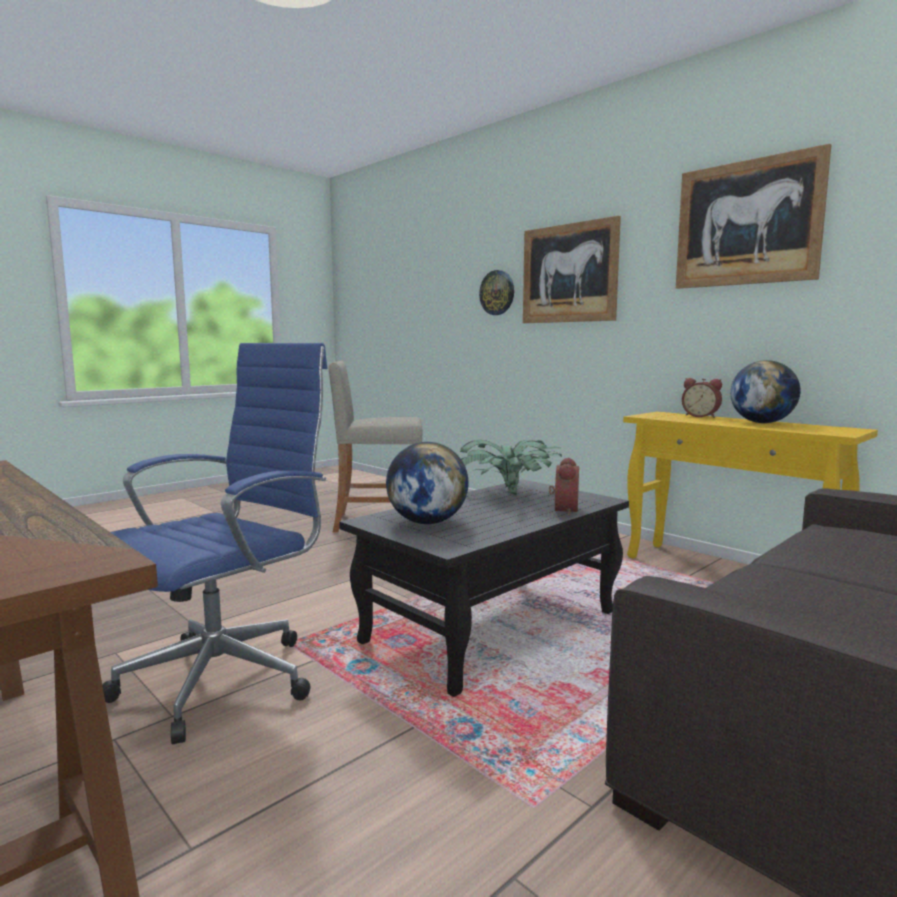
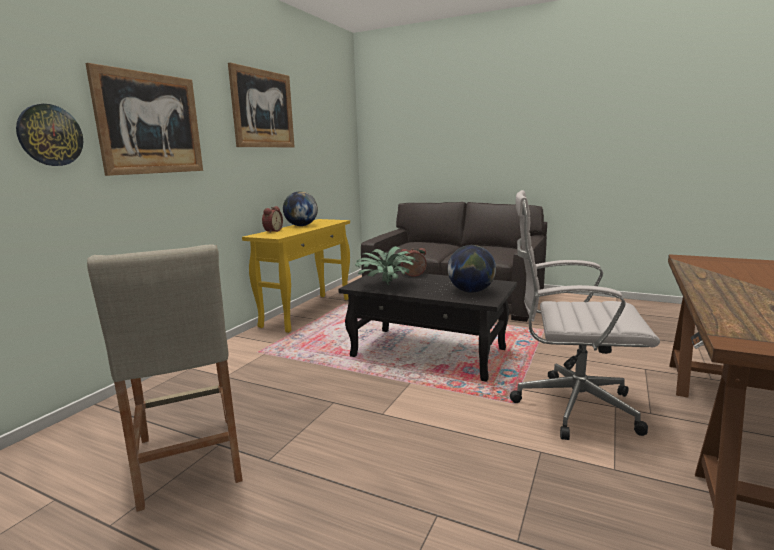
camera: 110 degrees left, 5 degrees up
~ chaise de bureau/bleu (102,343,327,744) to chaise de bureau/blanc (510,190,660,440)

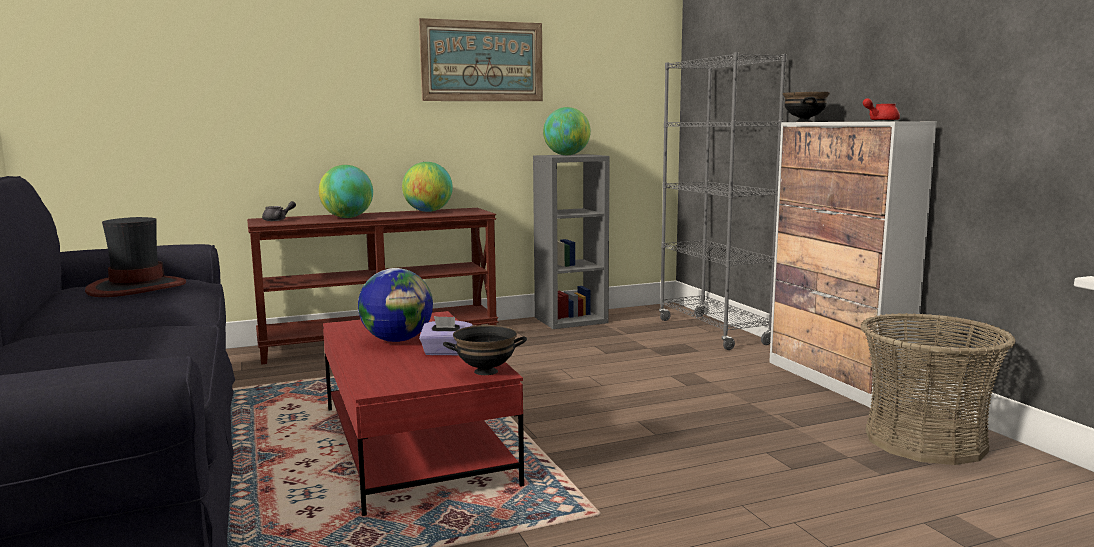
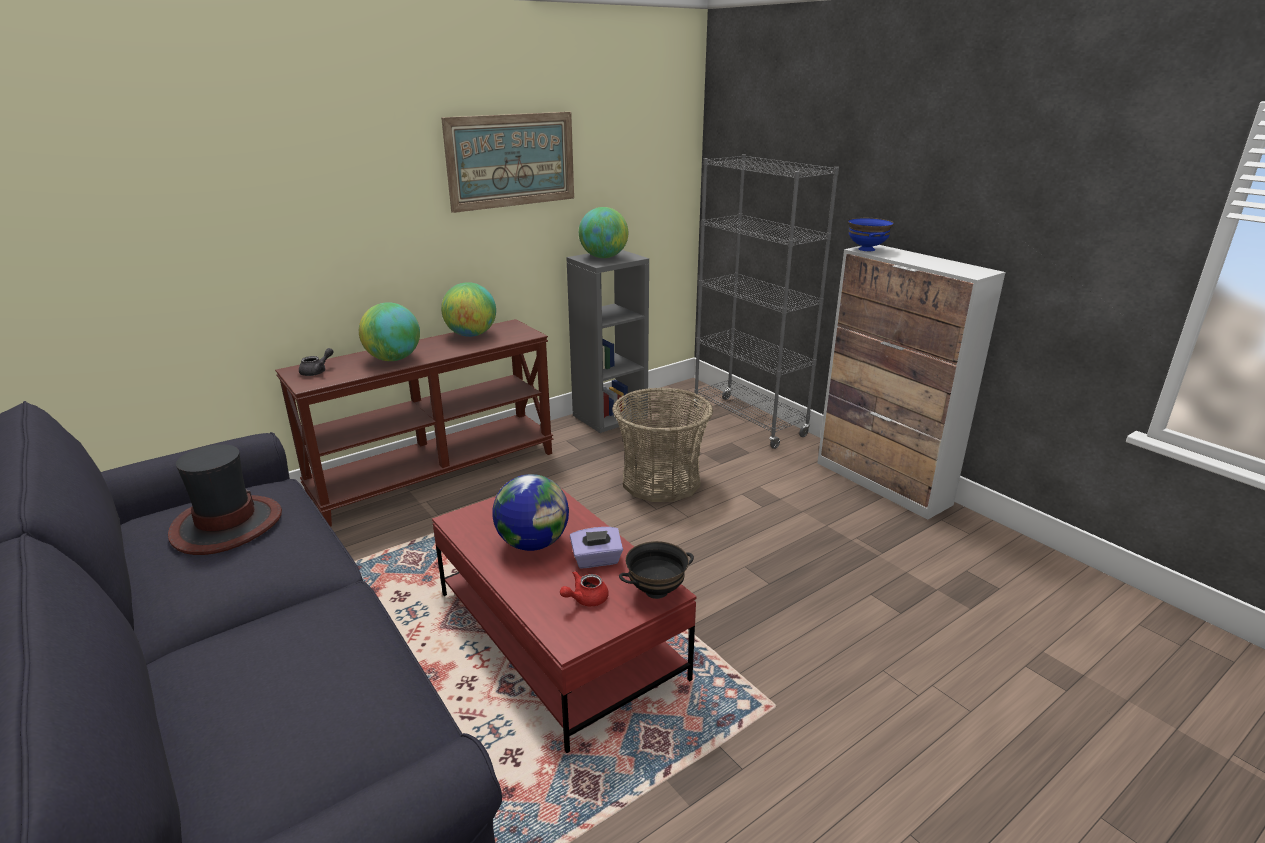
camera: 15 degrees left, 15 degrees up
~ bol/noir (783,92,830,122) to bol/bleu (848,218,894,251)
~ panier (861,313,1015,465) to (612,387,713,502)
~ théière/rouge (863,98,900,121) to (560,571,609,607)

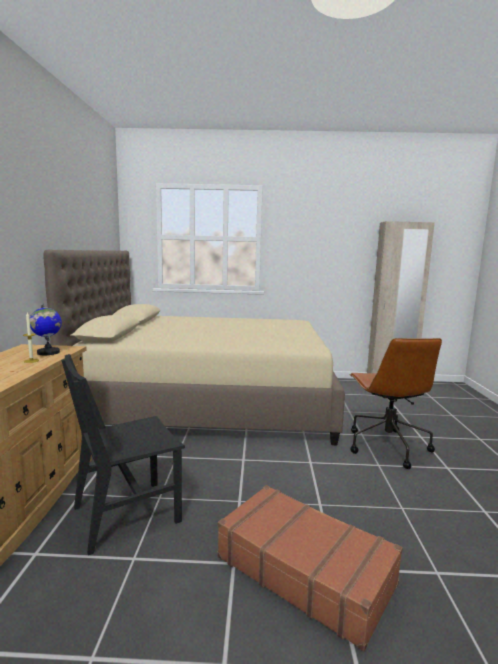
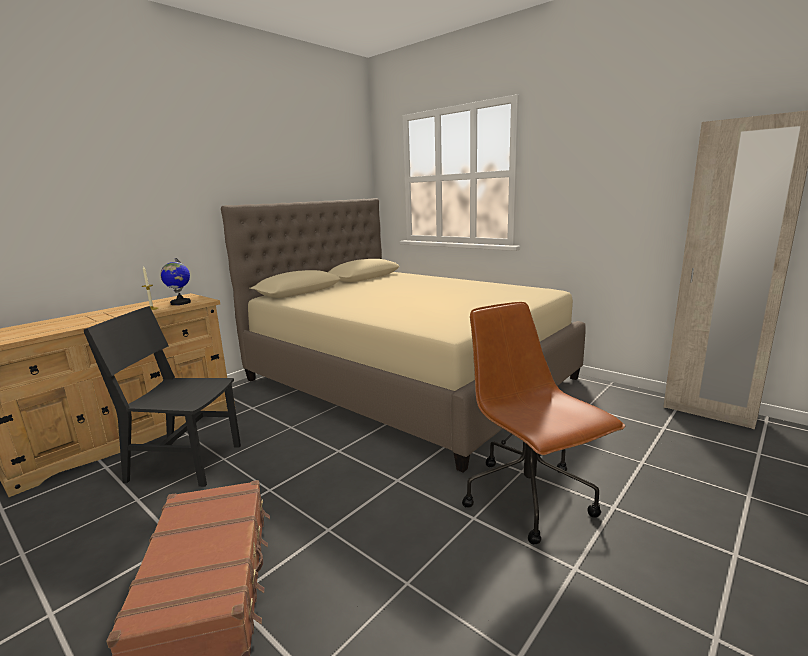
camera: 40 degrees right, 5 degrees up
~ chaise de bureau/marron (349,338,442,469) = (462,302,625,544) 120 degrees clockwise

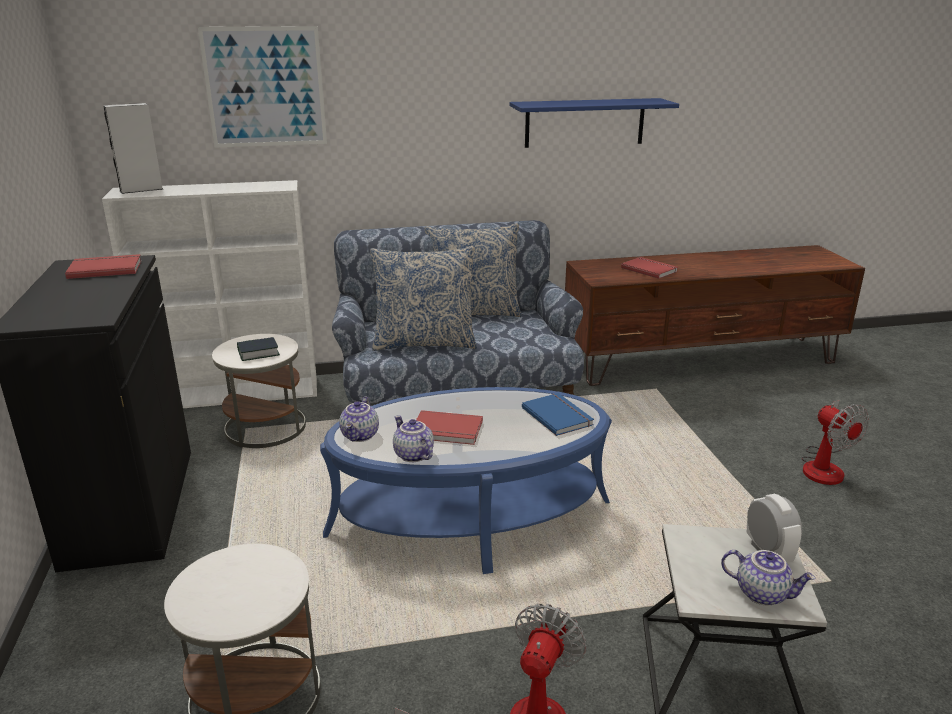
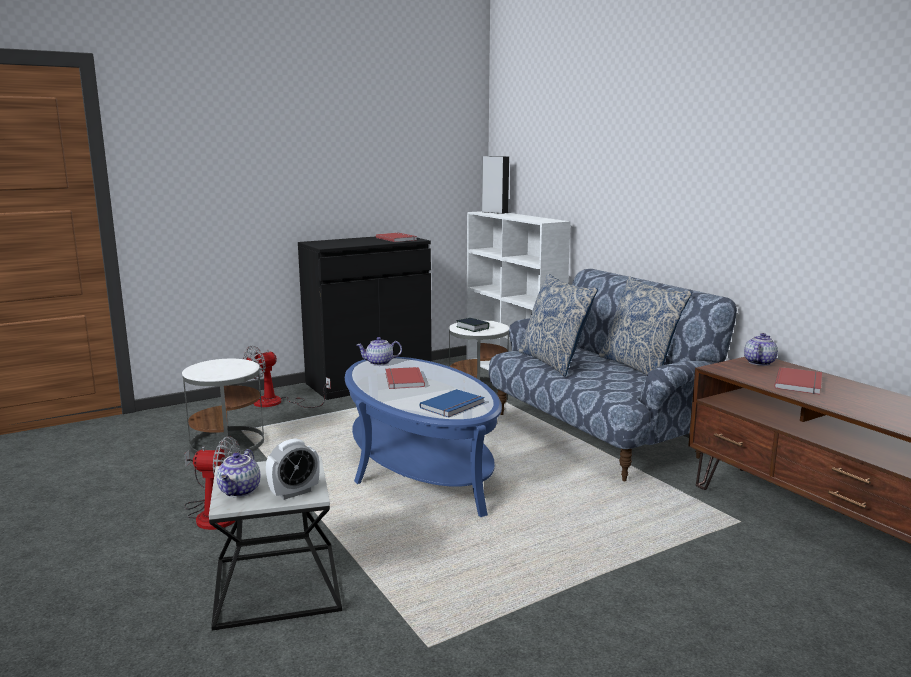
camera: 70 degrees right, 10 degrees down
- tableau (198,26,327,148)
~ théière (393,415,434,462) to (744,333,778,366)
- étagère/bleu (510,98,679,148)
~ ventilateur (801,400,869,485) to (243,345,331,408)

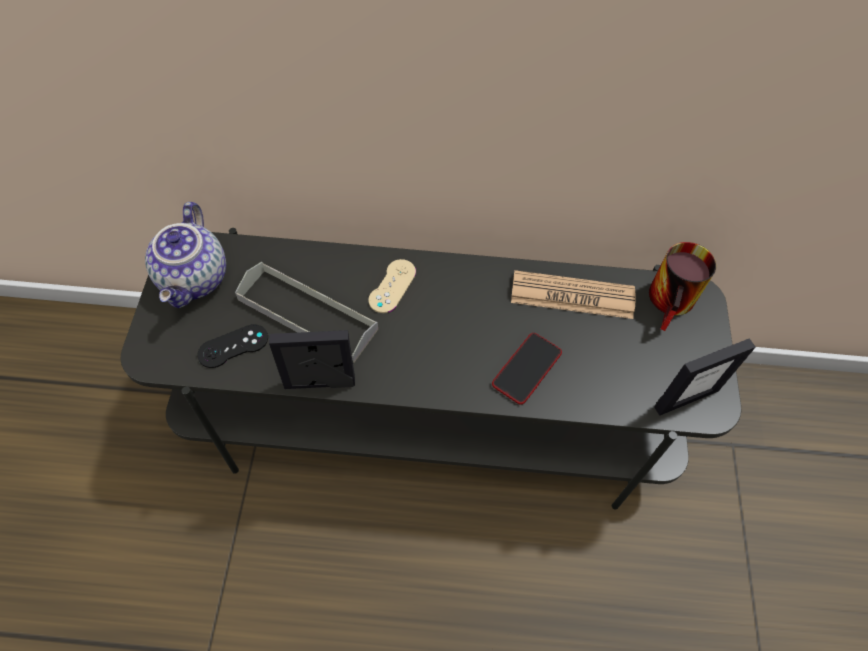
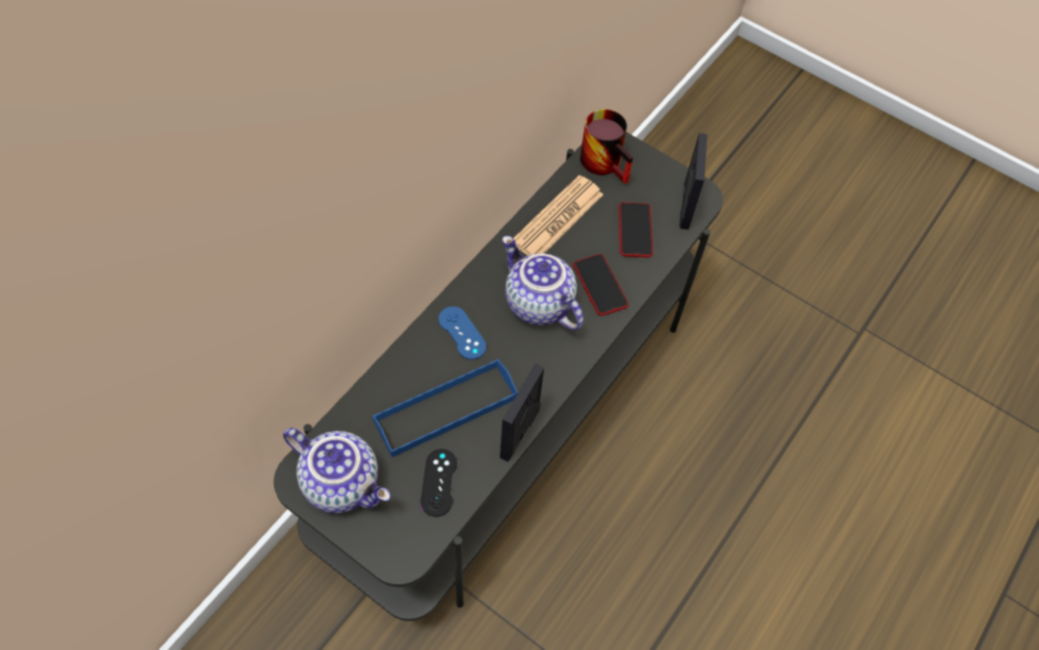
camera: 60 degrees left, 0 degrees up
~ plateau/gris (235,262,378,363) to plateau/bleu (372,359,518,457)
~ manette/beige (368,259,416,313) to manette/bleu (438,306,486,360)
+ théière (502,236,584,330)
+ téléphone (619,202,653,257)

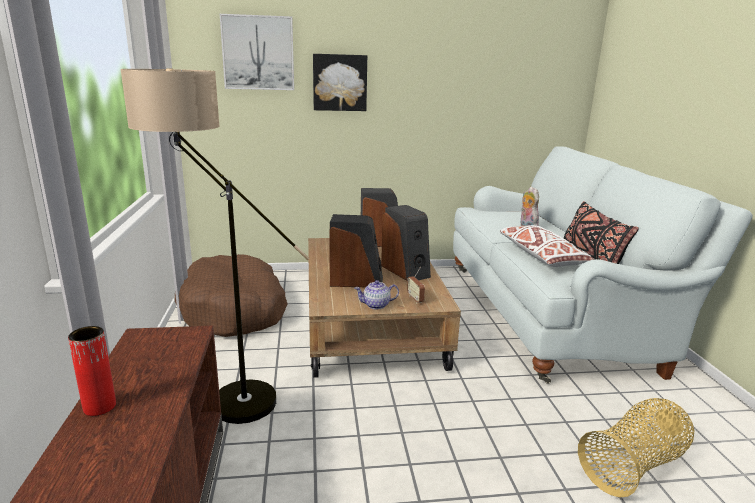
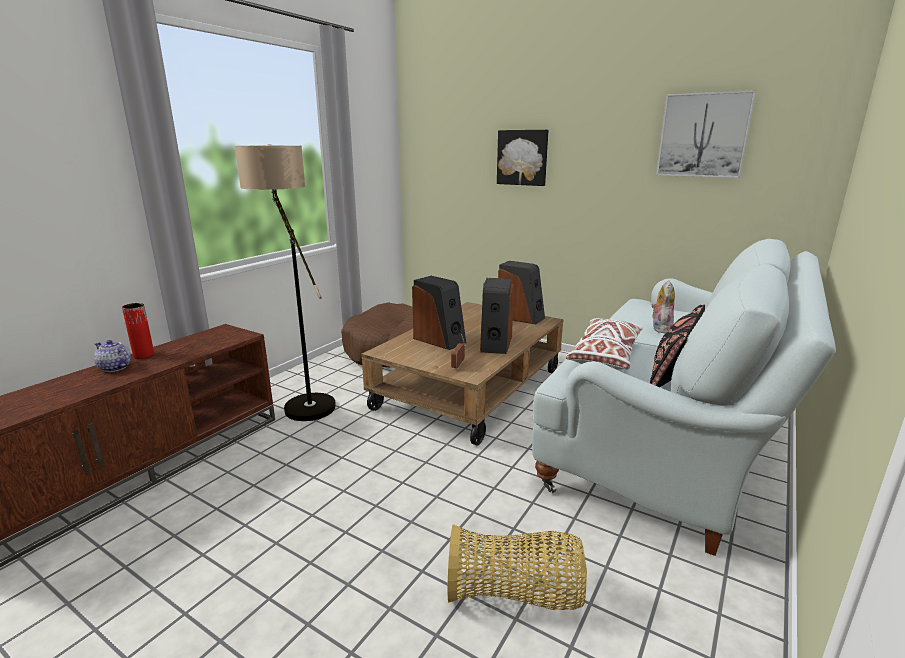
camera: 40 degrees right, 0 degrees up
~ tableau (220,14,294,90) to (656,90,756,178)
~ théière (354,280,399,309) to (94,340,131,372)

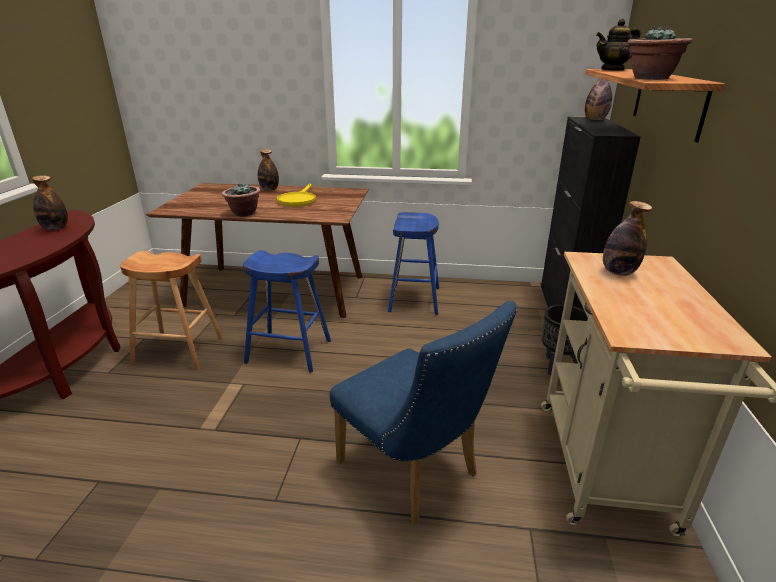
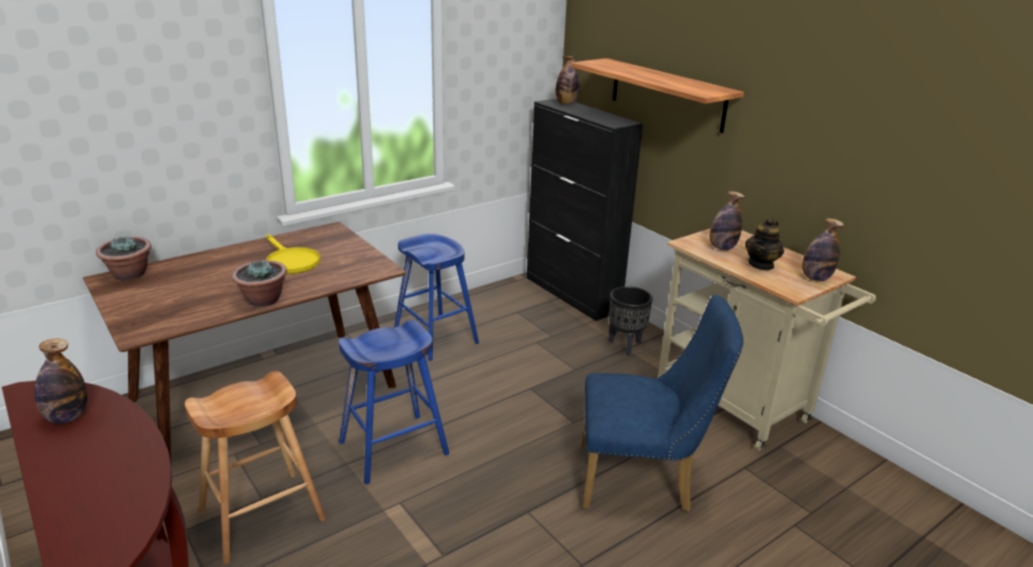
camera: 45 degrees left, 0 degrees up
~ bouteille (258,149,279,191) to (802,218,844,281)
~ théière (596,19,641,71) to (745,217,784,271)
~ plante en pot (627,27,692,80) to (96,237,151,280)

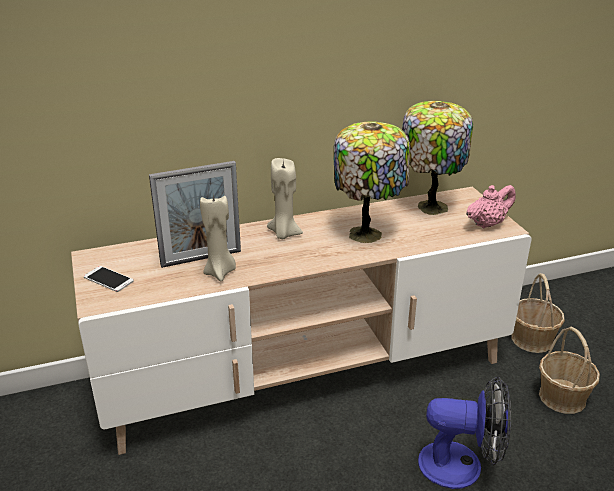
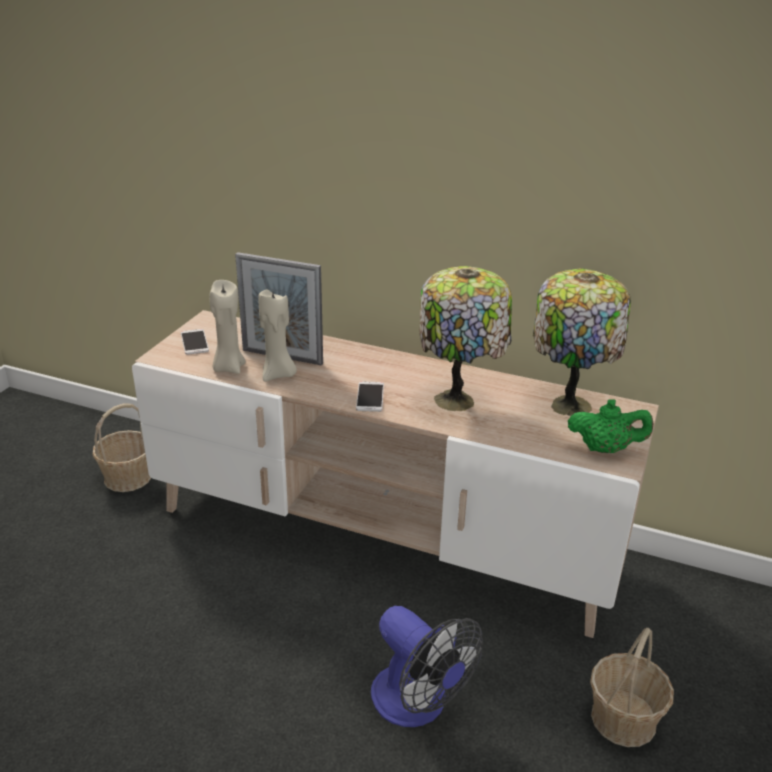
camera: 40 degrees right, 0 degrees up
~ bougie/beige (267,158,303,239) to (209,280,246,374)
~ théière/rose (466,185,516,228) to théière/vert (568,399,654,453)
~ panier (512,273,565,353) to (93,403,151,492)
+ téléphone (356,381,384,412)

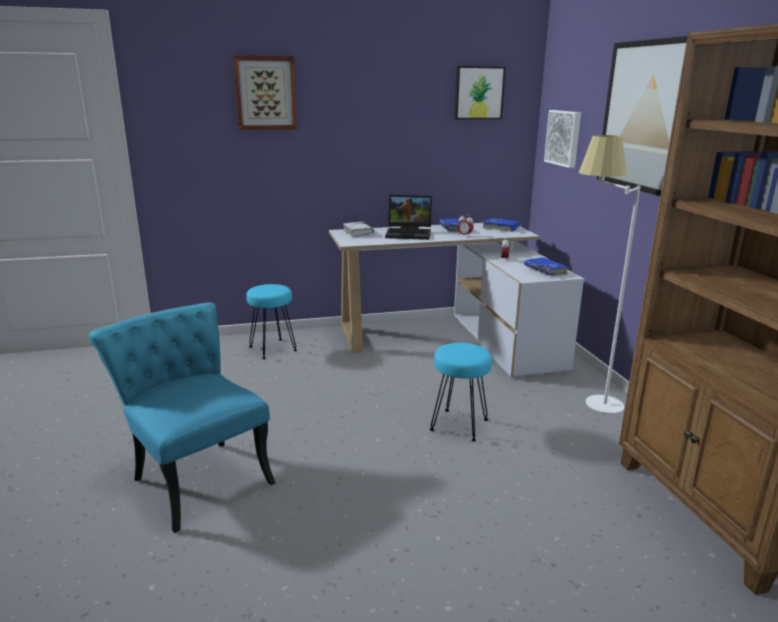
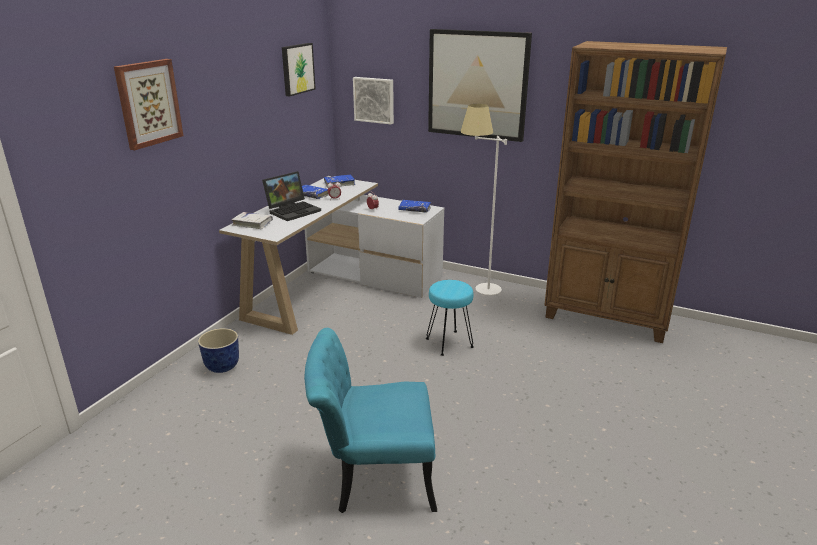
camera: 50 degrees left, 5 degrees up
~ tabouret/turquoise (246,284,297,359) to cache-pot (198,328,239,373)

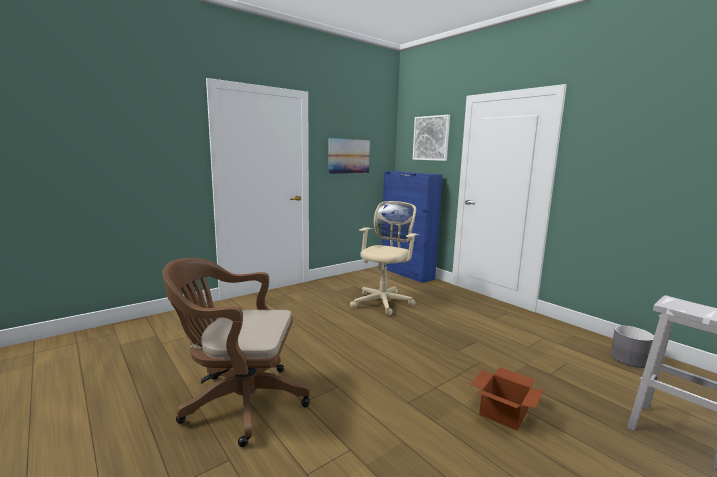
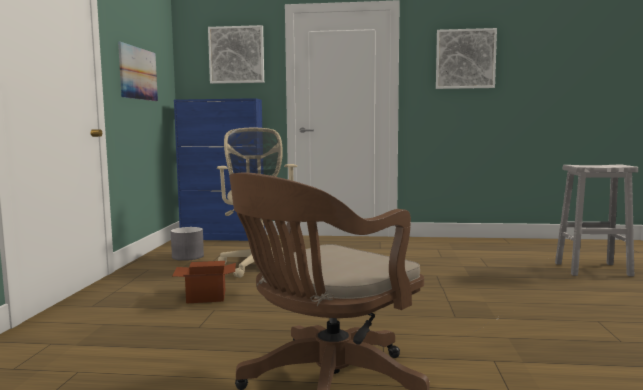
camera: 45 degrees left, 5 degrees down
~ carton (470,367,544,431) to (173,261,236,304)
~ cache-pot/gris (610,326,654,368) to (171,227,204,261)
+ tableau (436,28,497,89)

